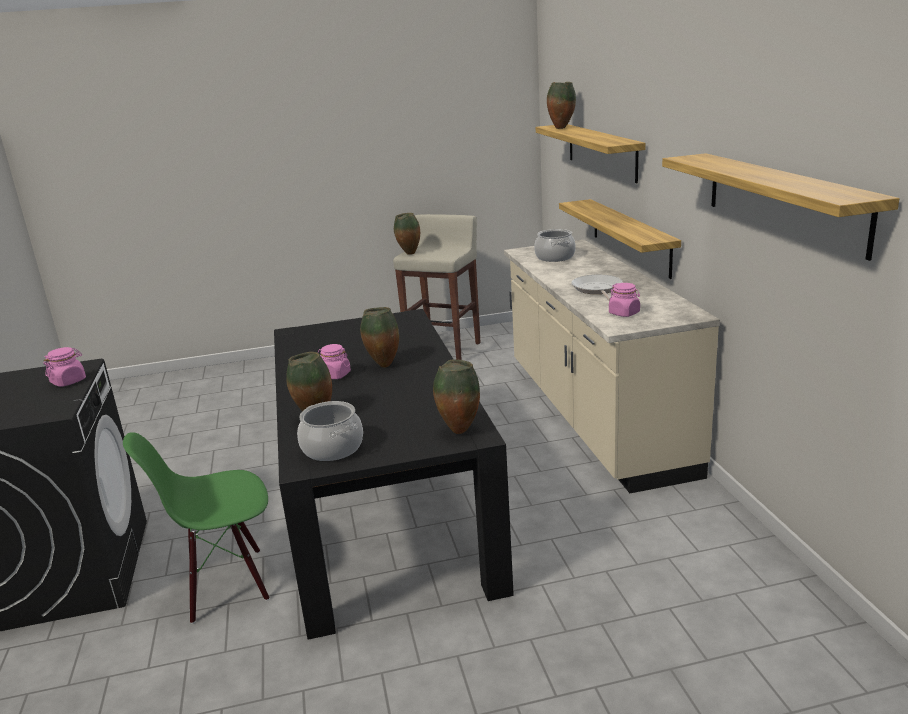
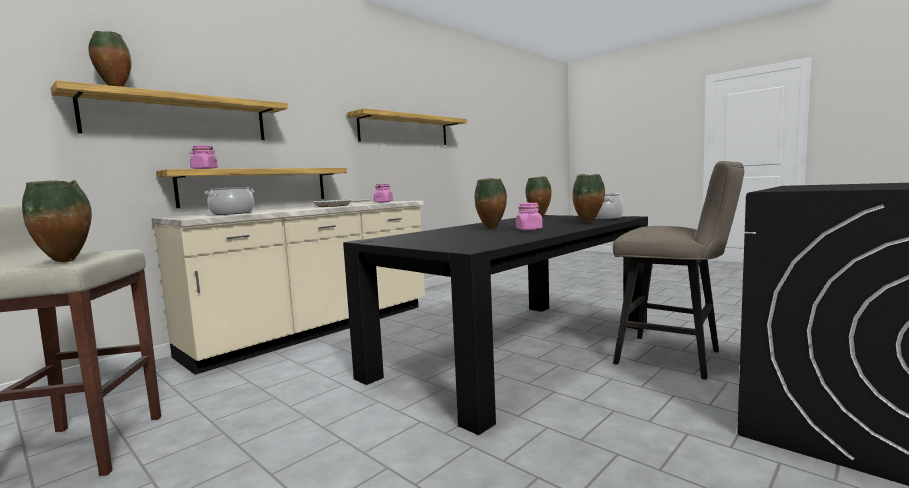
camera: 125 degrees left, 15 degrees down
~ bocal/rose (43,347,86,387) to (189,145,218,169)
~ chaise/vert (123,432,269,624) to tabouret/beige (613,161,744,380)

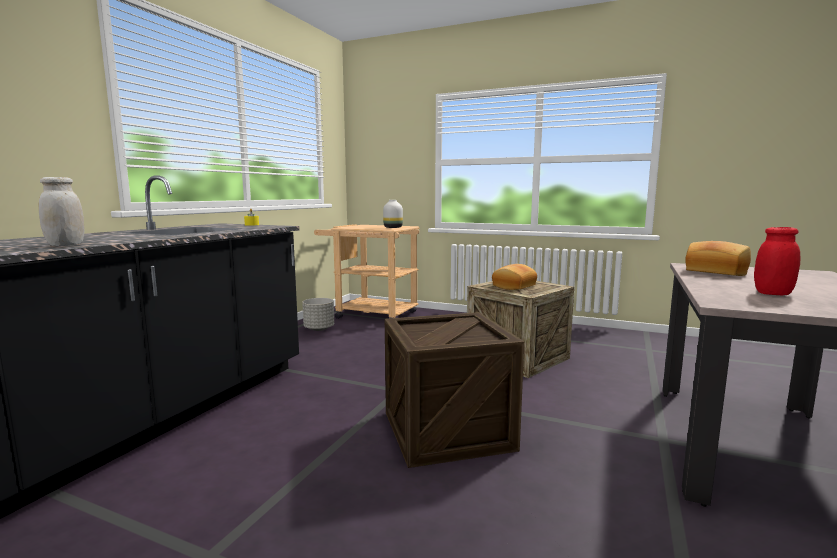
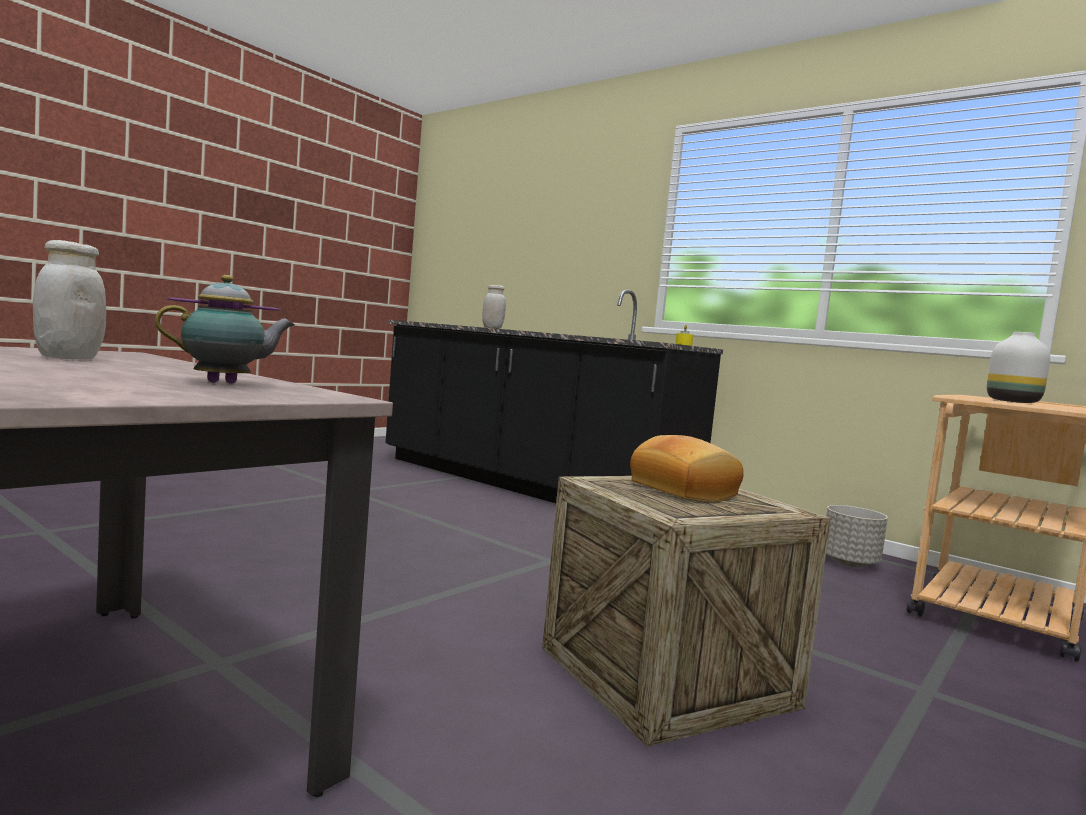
camera: 105 degrees right, 5 degrees down
- caisse (385,312,524,468)
~ pain (685,241,751,276) to théière (155,275,295,384)
~ bocal/rouge (754,227,800,295) to bocal/blanc (33,240,106,359)

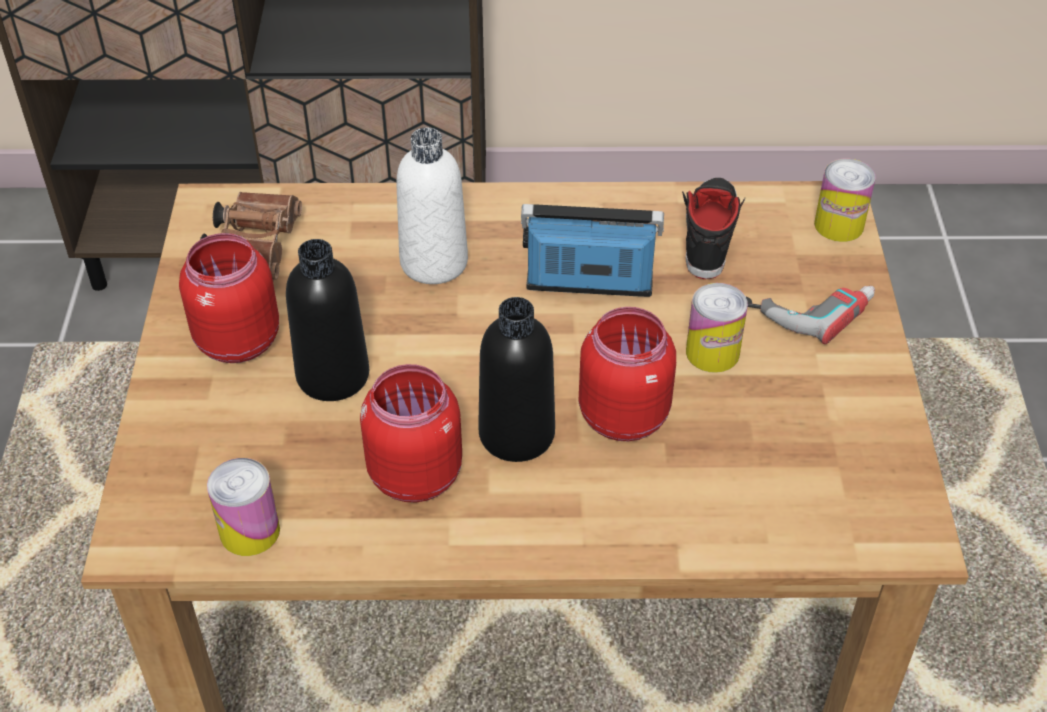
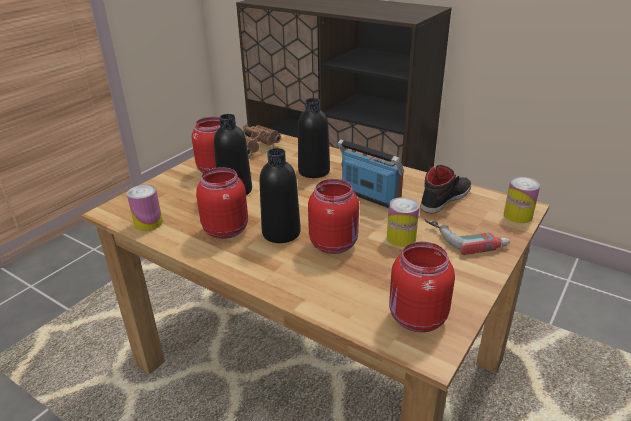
camera: 35 degrees right, 15 degrees down
~ bouteille/blanc (396,127,468,284) to bouteille/noir (298,98,330,178)
+ bocal/rouge (389,241,455,333)

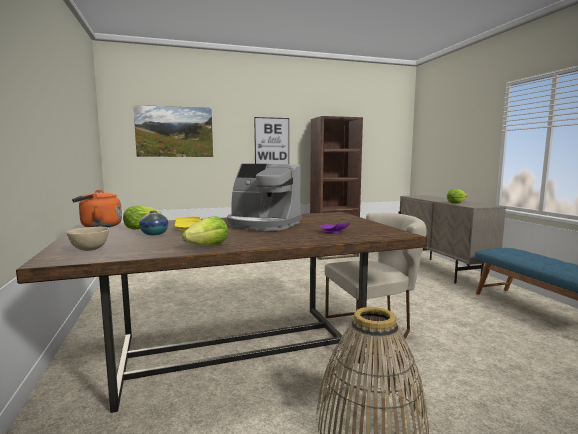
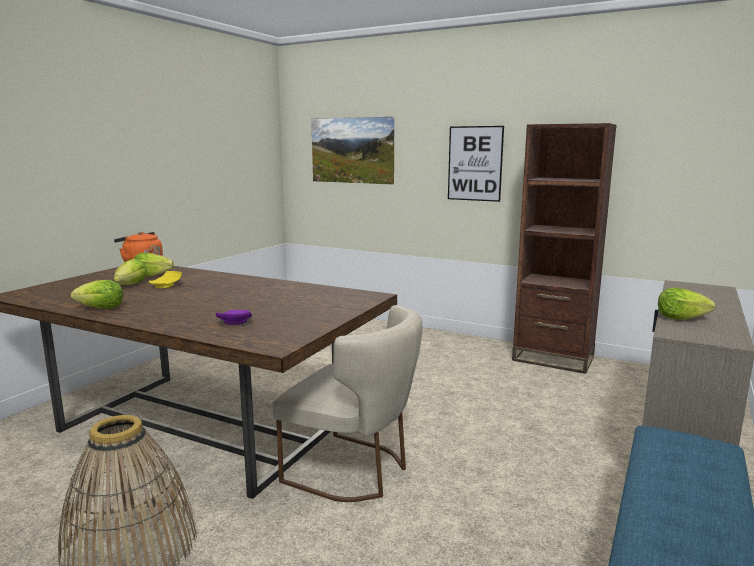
camera: 45 degrees right, 5 degrees up
- bol/beige (67,227,109,251)
~ vase (139,211,168,235) to laitue (114,259,147,285)
- machine à café (227,164,302,231)

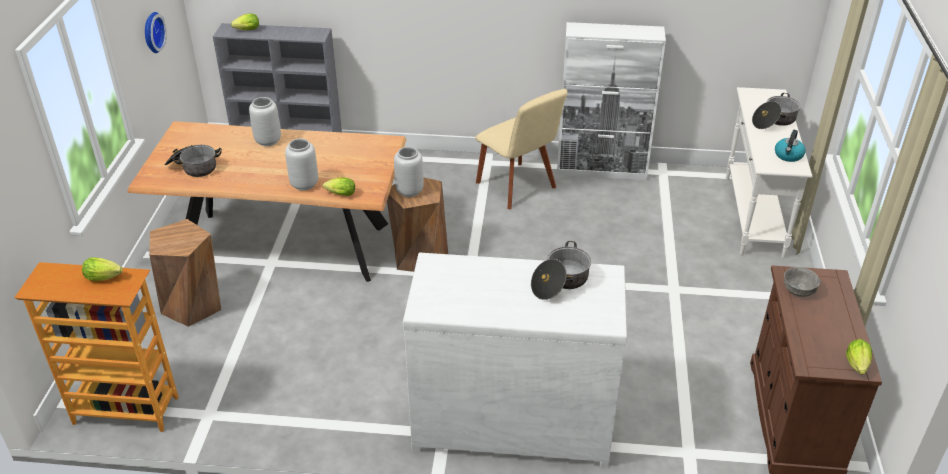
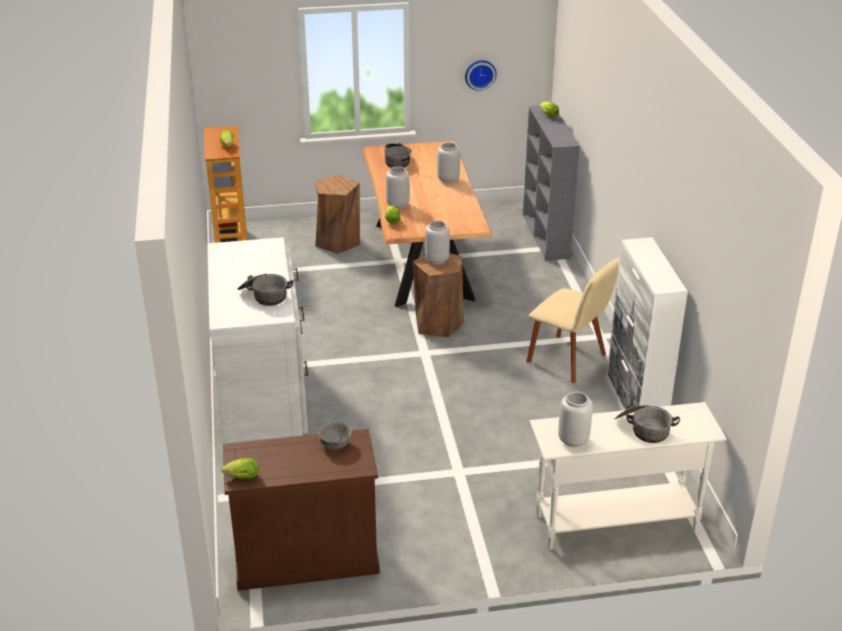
camera: 75 degrees right, 5 degrees down
~ chaise/beige (475,89,567,209) = (526,257,620,383) 90 degrees counterclockwise
~ bouilloire (775,130,806,162) to vase/gris (558,392,593,447)

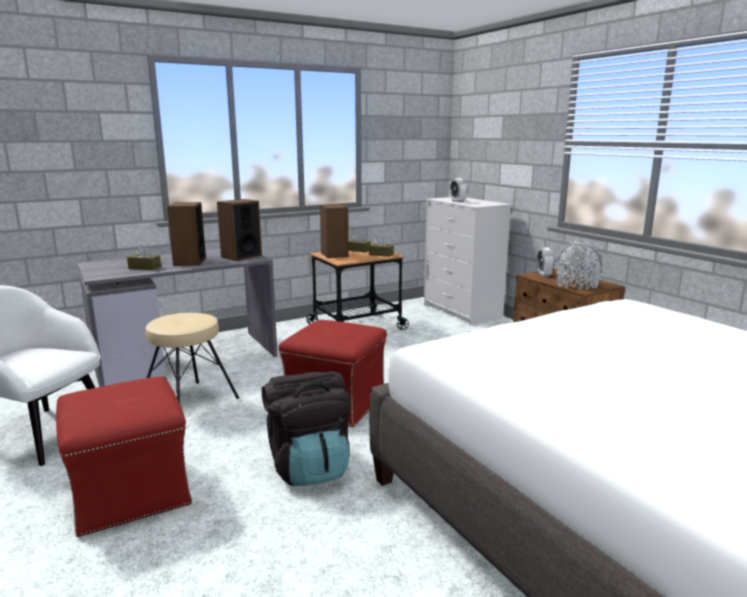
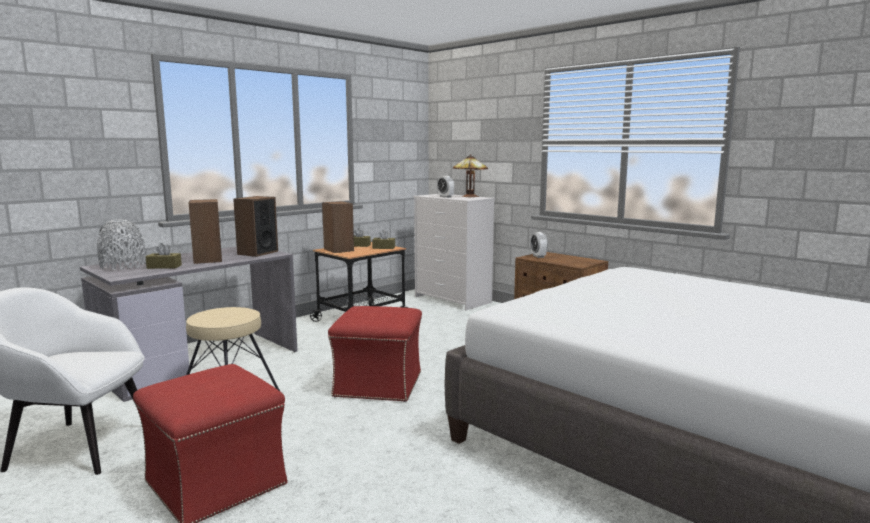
camera: 15 degrees left, 5 degrees down
- sac à dos/noir (262,371,351,486)
~ vase/gris (557,240,602,290) to (97,219,146,270)
+ lampe de table (453,154,488,197)

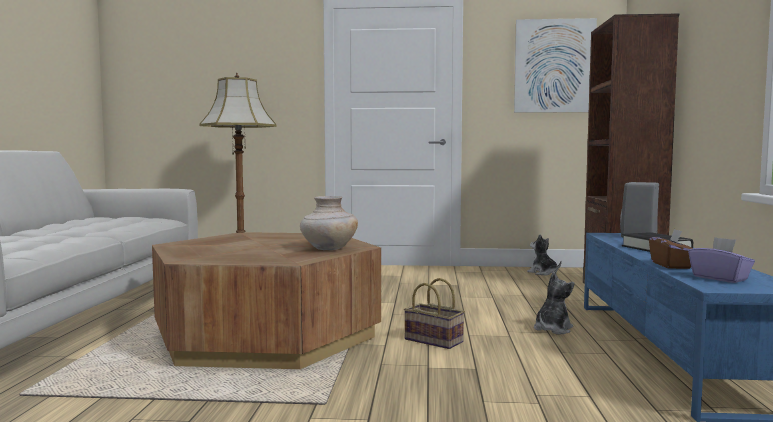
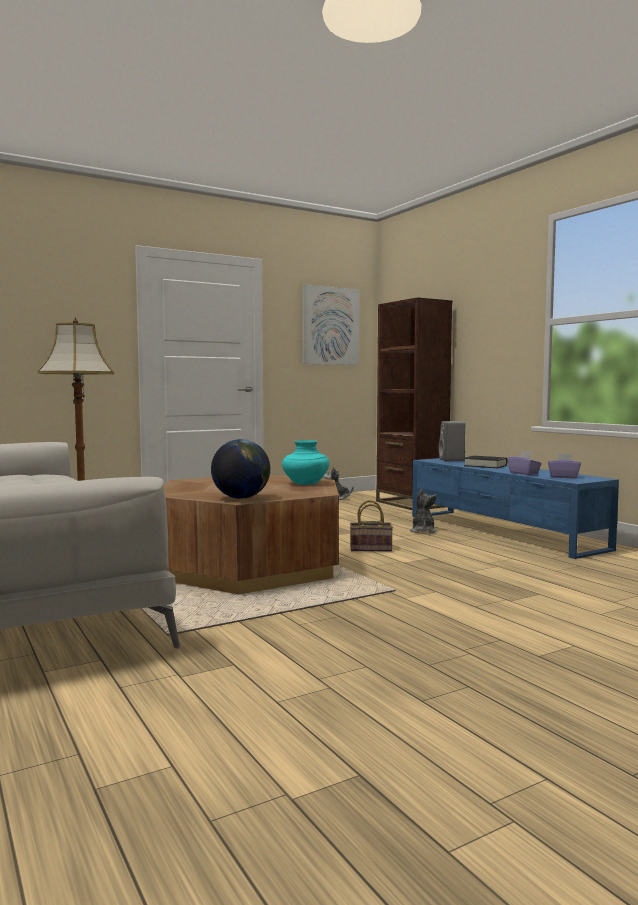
camera: 35 degrees left, 0 degrees up
~ vase/beige (300,196,358,250) to vase/turquoise (282,440,330,485)
~ boîte à mouchoirs/marron (649,229,694,269) to boîte à mouchoirs/violet (507,451,542,475)
+ globe (211,439,270,499)

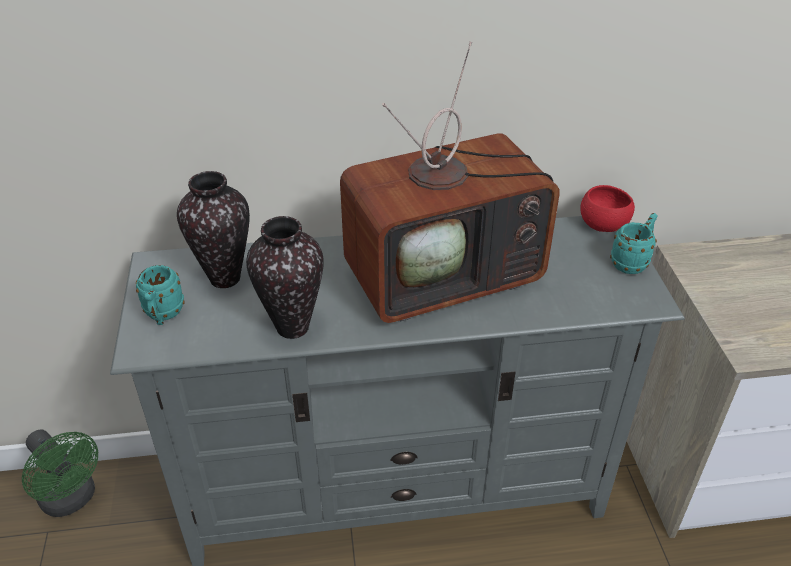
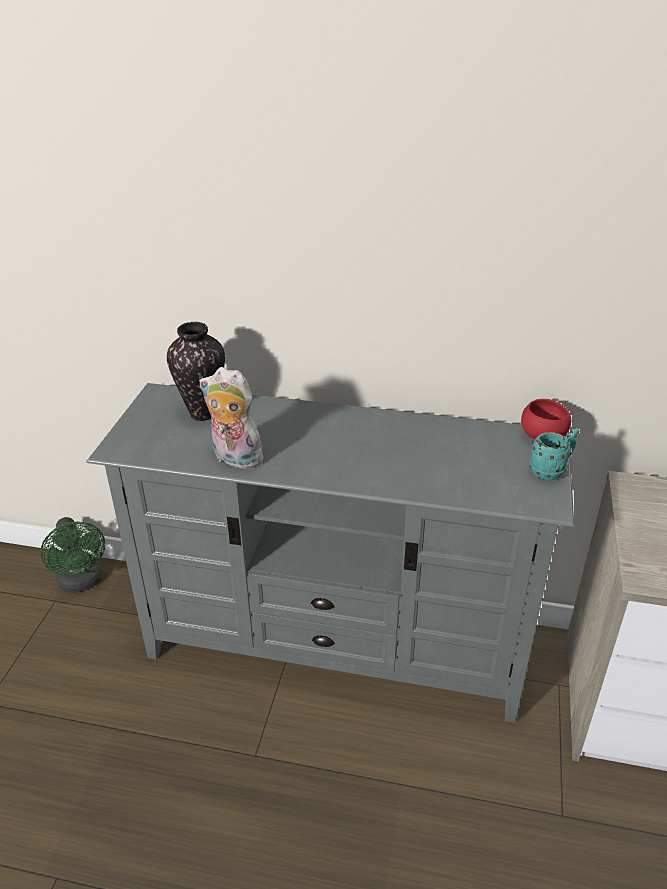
camera: 20 degrees right, 5 degrees down
- mug/turquoise (136,265,185,325)
~ vase (246,216,324,339) to peluche (199,367,263,469)
- téléviseur (340,42,560,323)

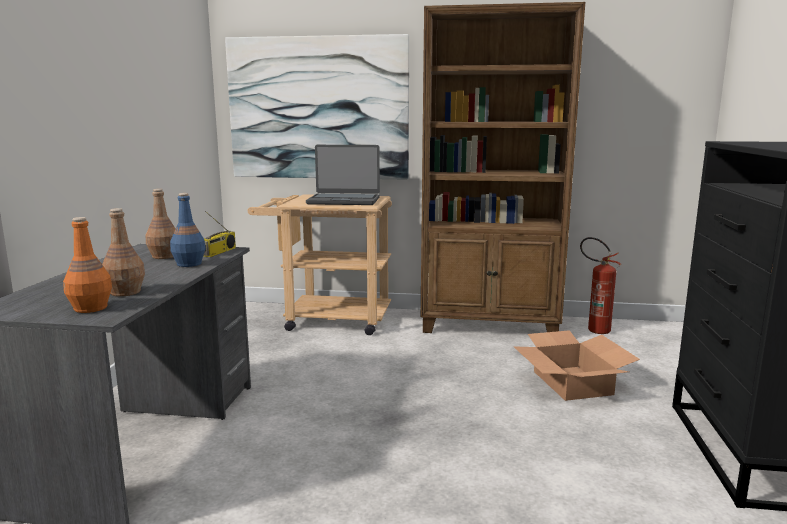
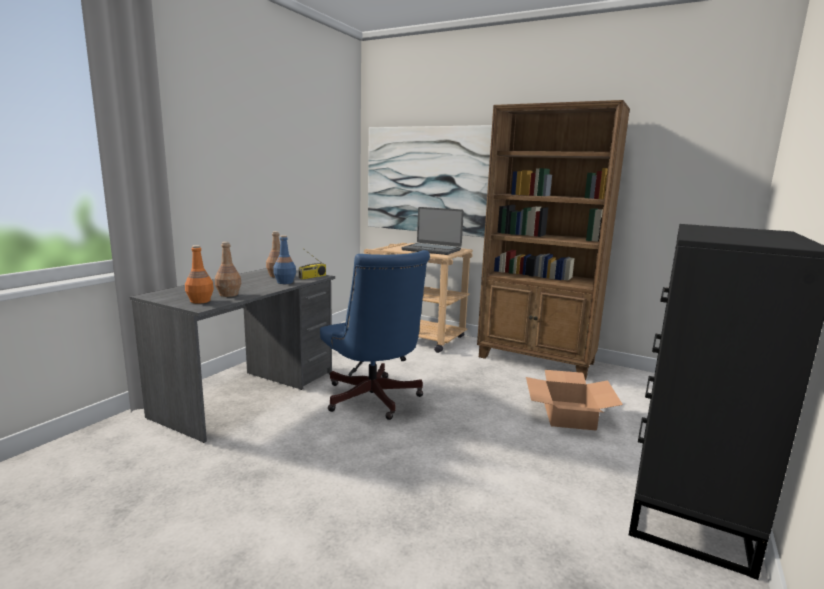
camera: 20 degrees right, 0 degrees up
- extincteur (580,237,621,334)
+ chaise de bureau/bleu (320,250,430,420)

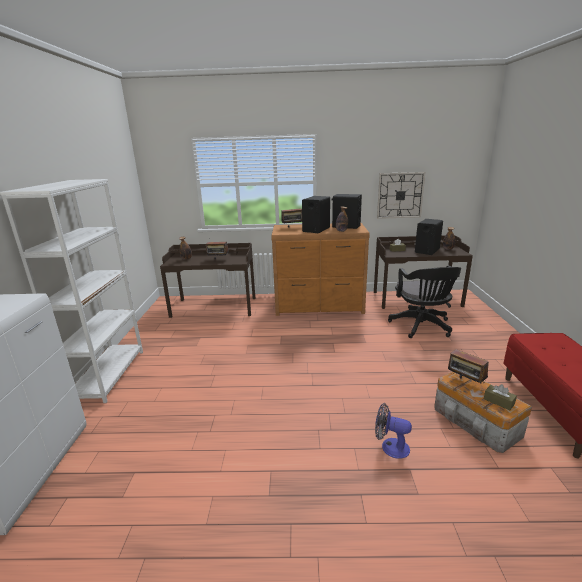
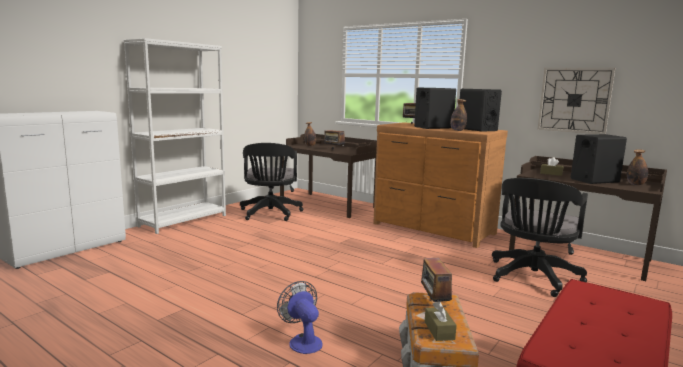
camera: 35 degrees right, 10 degrees down
+ chaise de bureau/noir (240,143,303,221)

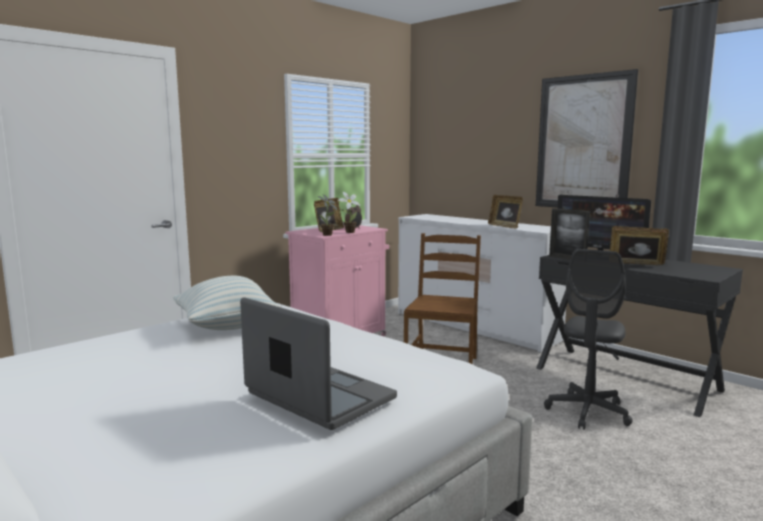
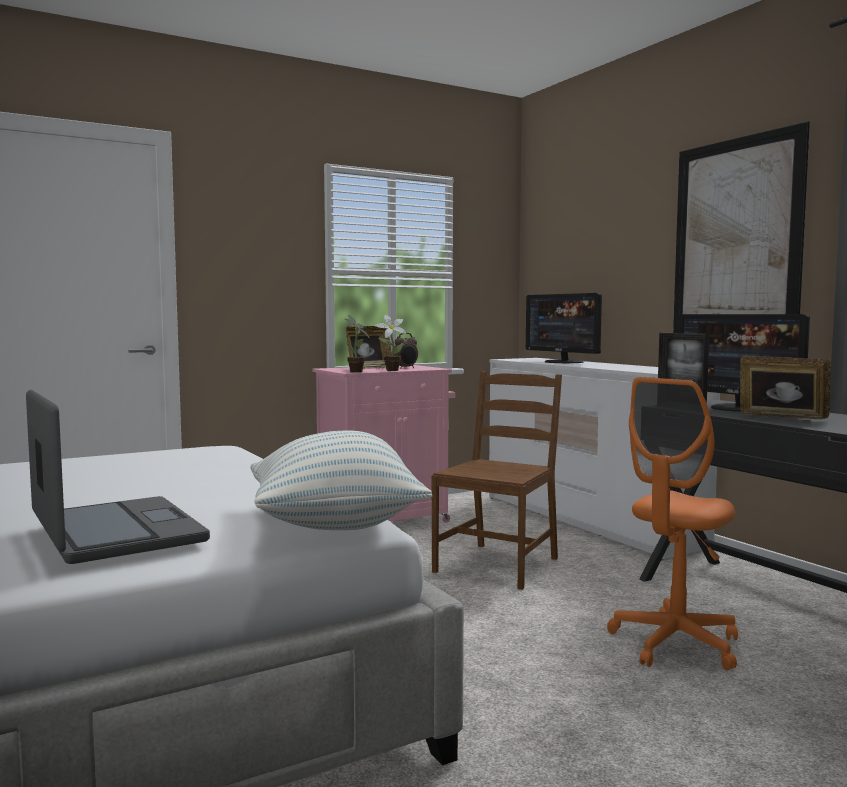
camera: 15 degrees right, 5 degrees down
~ coussin (173,276,281,330) to (250,431,433,530)
- cadre photo (488,195,523,229)
~ chaise de bureau/gris (544,249,632,430) to chaise de bureau/orange (607,377,738,671)
+ écran d'ordinateur (526,293,602,363)

